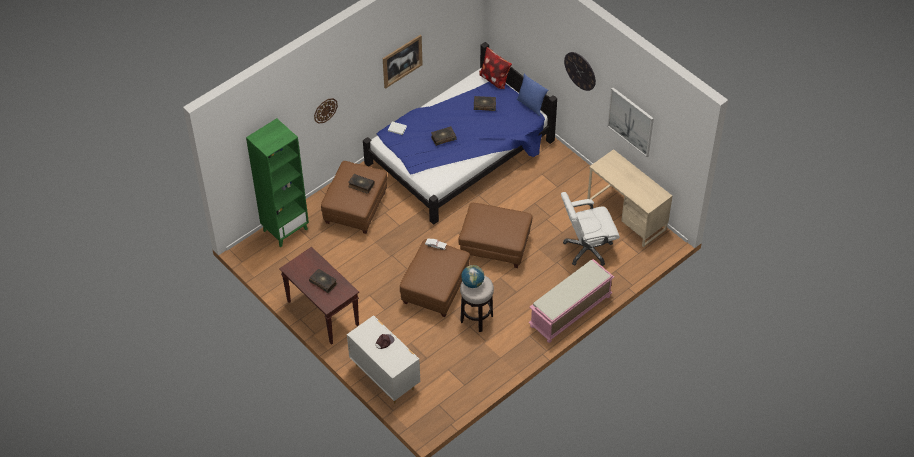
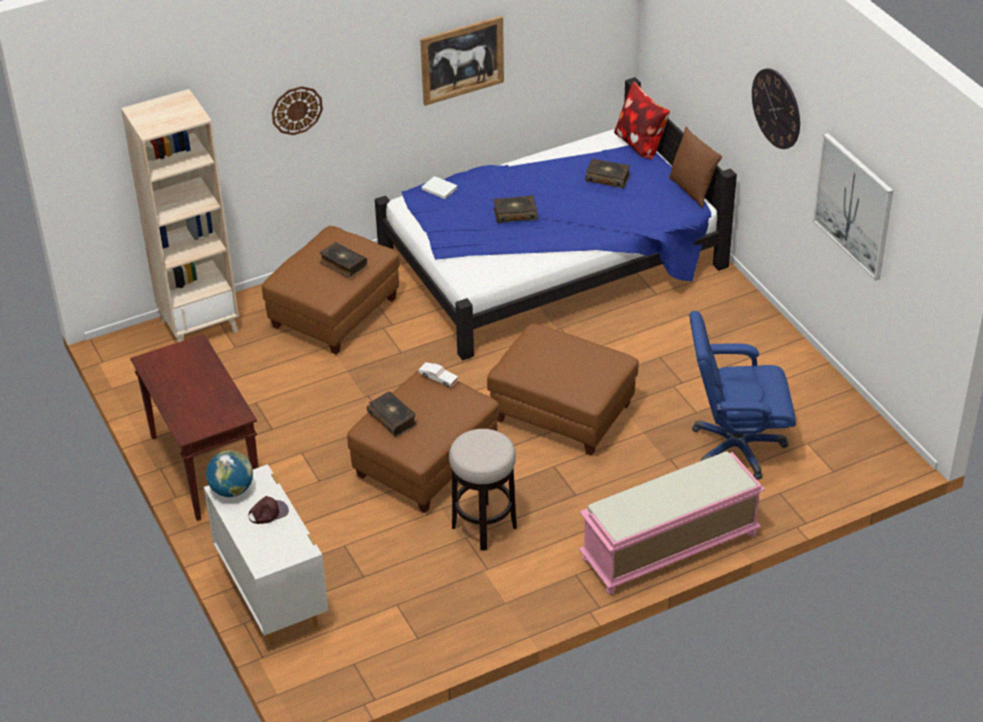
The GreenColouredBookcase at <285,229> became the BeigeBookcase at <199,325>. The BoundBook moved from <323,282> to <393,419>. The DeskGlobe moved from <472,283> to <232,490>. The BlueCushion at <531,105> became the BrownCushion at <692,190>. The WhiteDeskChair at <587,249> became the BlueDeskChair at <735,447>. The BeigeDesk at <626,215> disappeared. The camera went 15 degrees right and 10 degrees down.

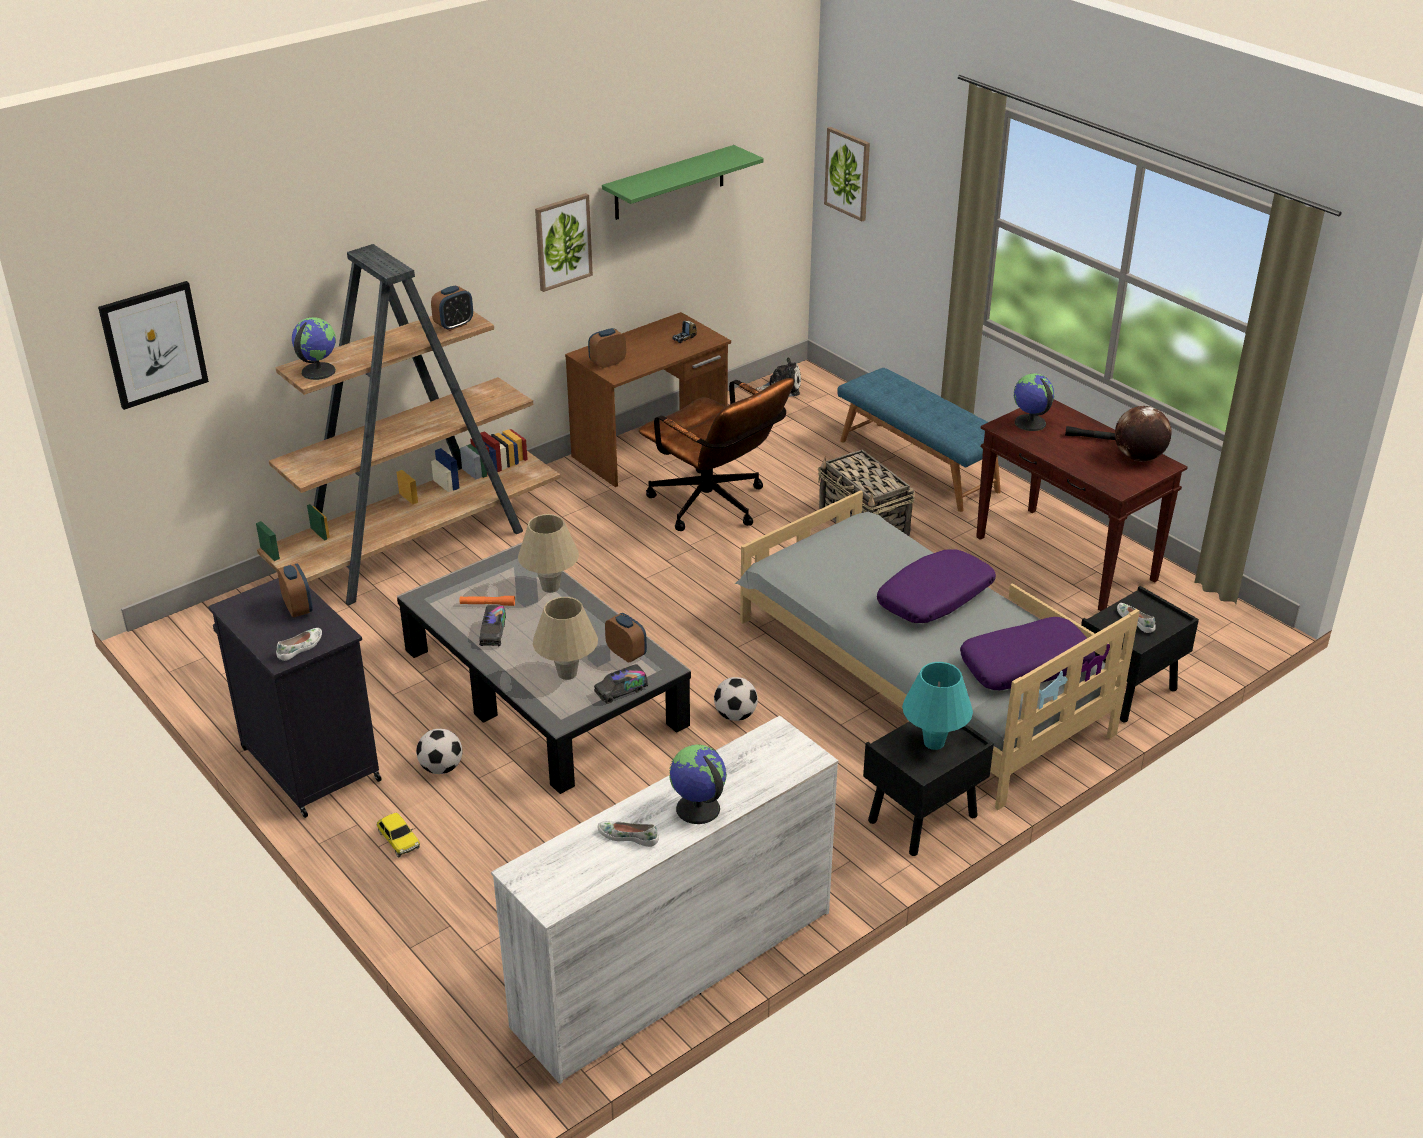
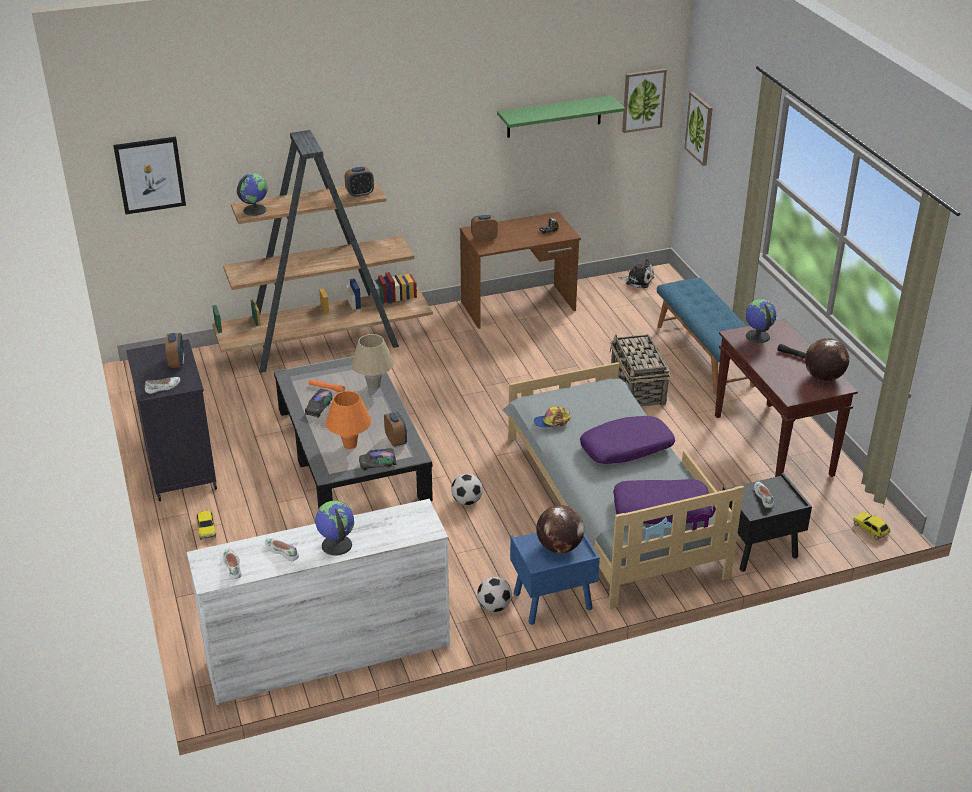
The Football moved from <441,768> to <494,606>. The BeigeTableLamp at <567,673> became the OrangeColouredTableLamp at <350,445>. The Picture moved from <563,241> to <643,100>. The BrownDeskChair at <715,507> disappeared. The BlackColouredBedsideTable at <922,819> became the BlueBedsideTable at <552,602>. The TurquoiseTableLamp at <934,743> was replaced by the DeskGlobe at <559,547>. The WhiteItemOfFootwear at <233,566> appeared. The PeakedCap at <552,422> appeared. The ToyCar at <870,529> appeared. The camera went 20 degrees right and 0 degrees up.

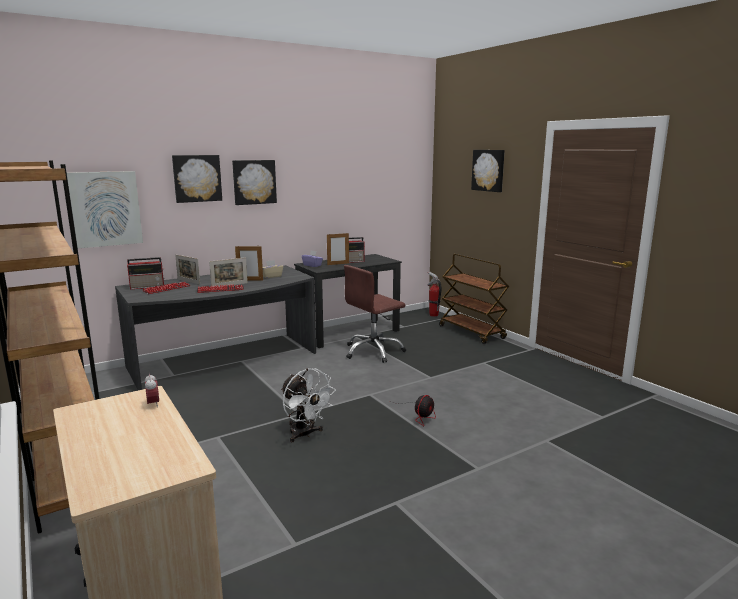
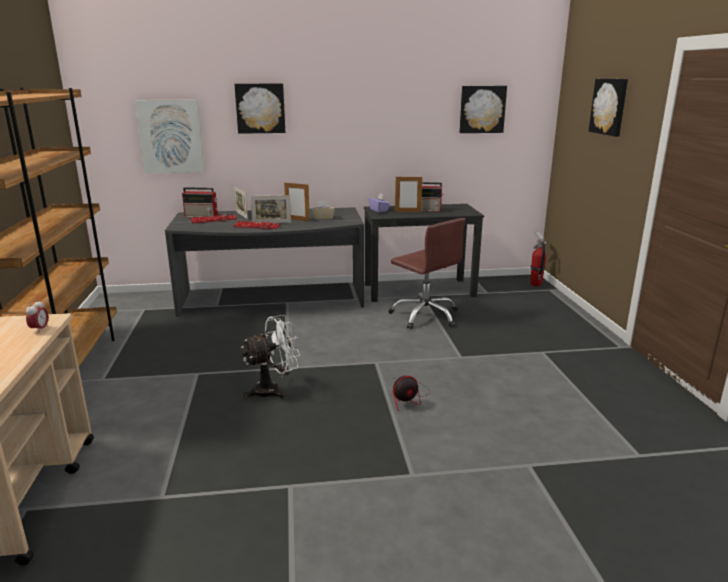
The Picture moved from <254,182> to <482,109>. The WhiteElectricFan at <305,434> turned 105 degrees counterclockwise. The BrownDeskChair at <373,351> turned 120 degrees counterclockwise. The BrownWheeledCart at <472,332> disappeared. The camera went 25 degrees right and 5 degrees up.

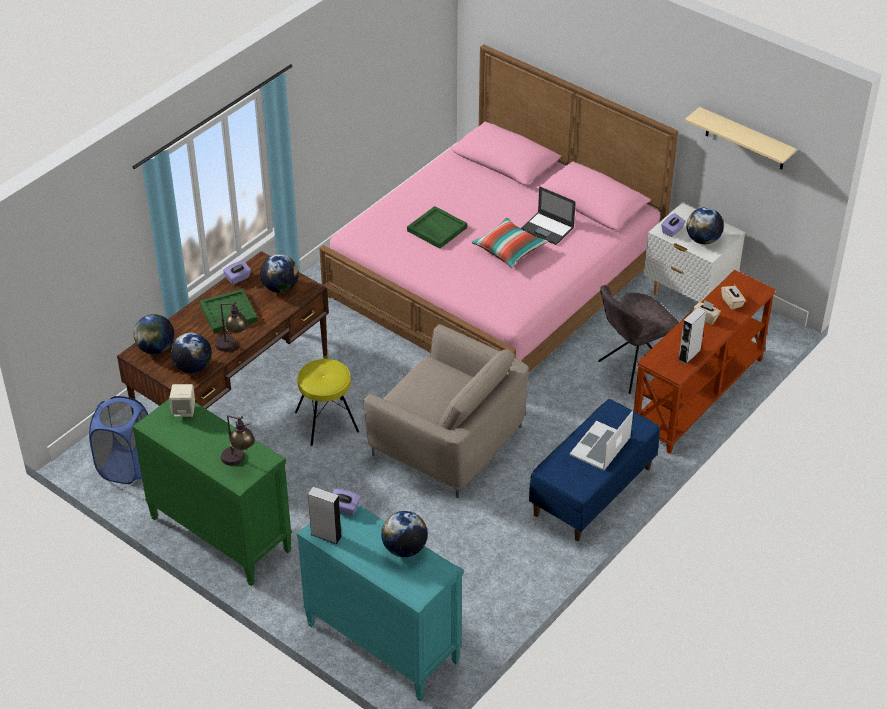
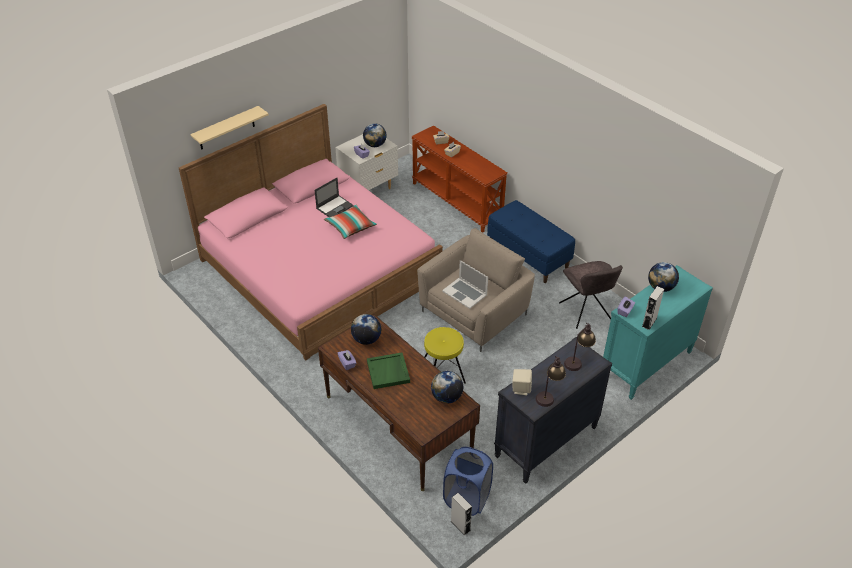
The GreenColouredDrawerChest at <219,534> became the BlackColouredDrawerChest at <546,442>. The DeskGlobe at <156,349> disappeared. The TableLamp moved from <232,347> to <549,395>. The GreenColouredServingTray at <436,229> disappeared. The NotebookComputer moved from <600,446> to <464,293>. The GreyChair moved from <633,369> to <585,312>. The GreySpeaker moved from <689,355> to <460,526>. The BeigeWallShelf moved from <745,139> to <226,128>. The camera went 80 degrees left and 0 degrees up.

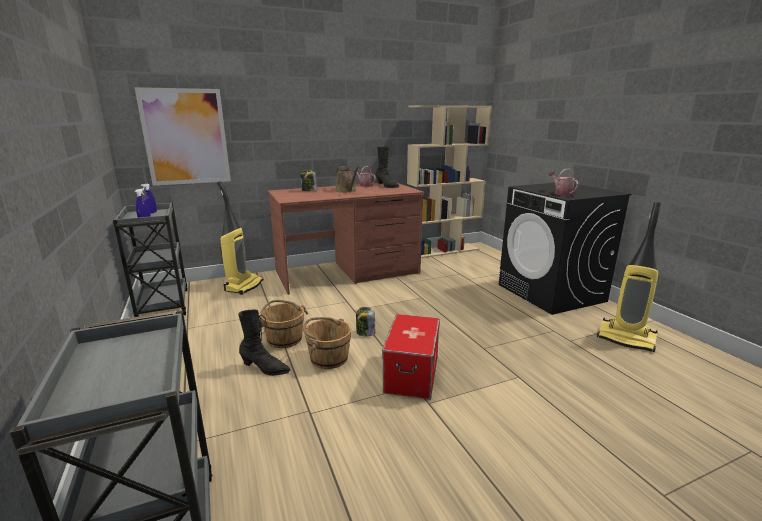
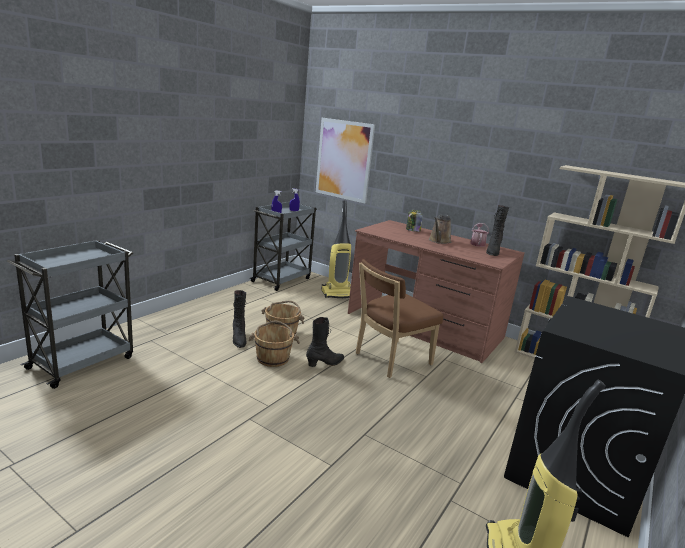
The PreserveJar at <365,333> was replaced by the BlackColouredTallBoot at <325,363>. The StorageBox at <411,374> disappeared. The WateringCan at <561,193> disappeared. The BrownChair at <390,359> appeared. The camera went 55 degrees right and 0 degrees up.

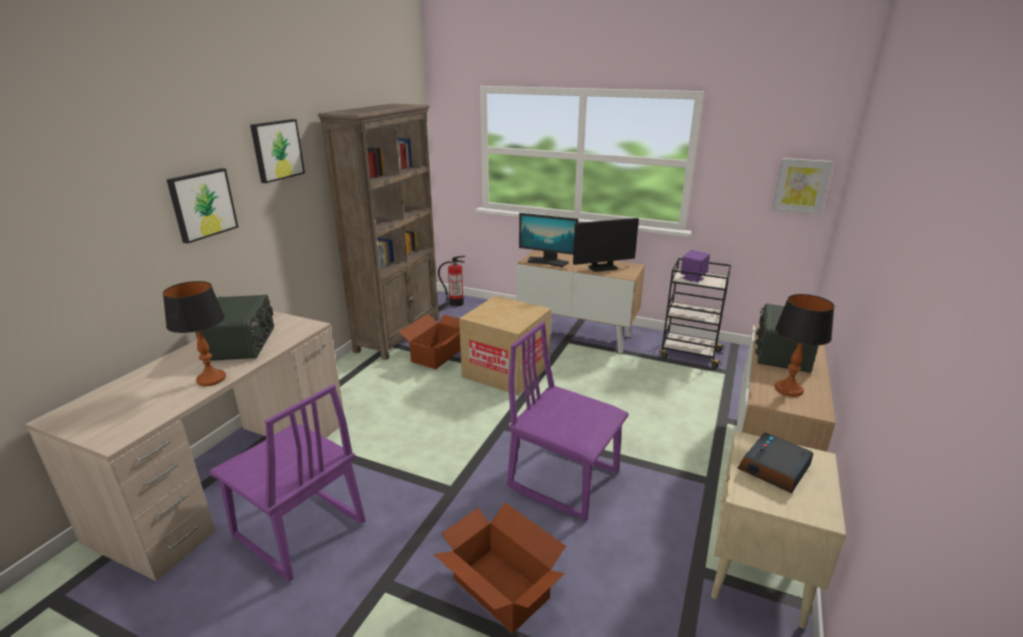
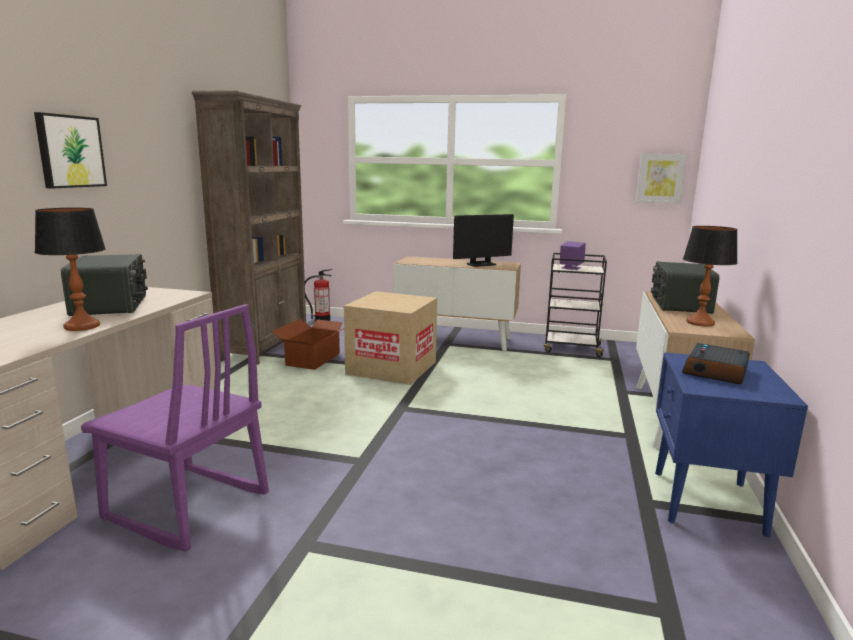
The Picture at <276,150> disappeared. The PackingBox at <500,590> disappeared. The PurplishChair at <564,479> disappeared. The ComputerScreen at <547,262> disappeared. The BeigeBedsideTable at <757,577> became the BlueBedsideTable at <706,502>. The camera went 10 degrees left and 10 degrees down.

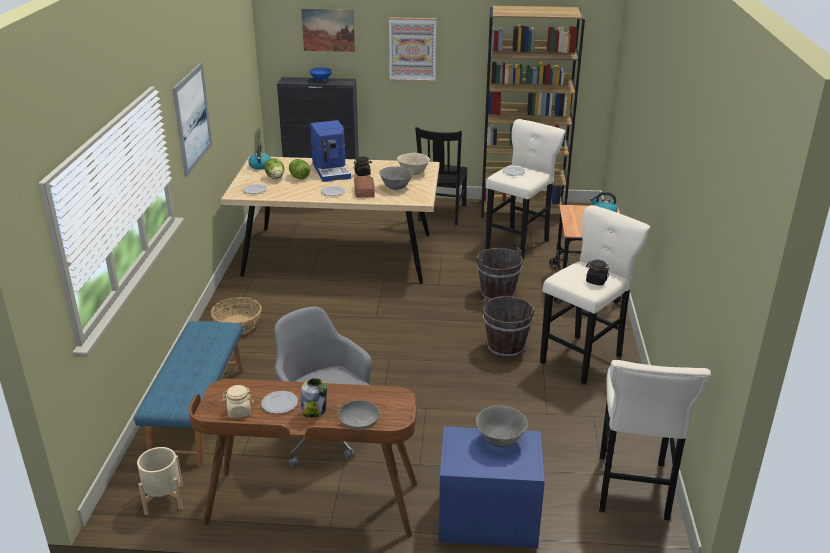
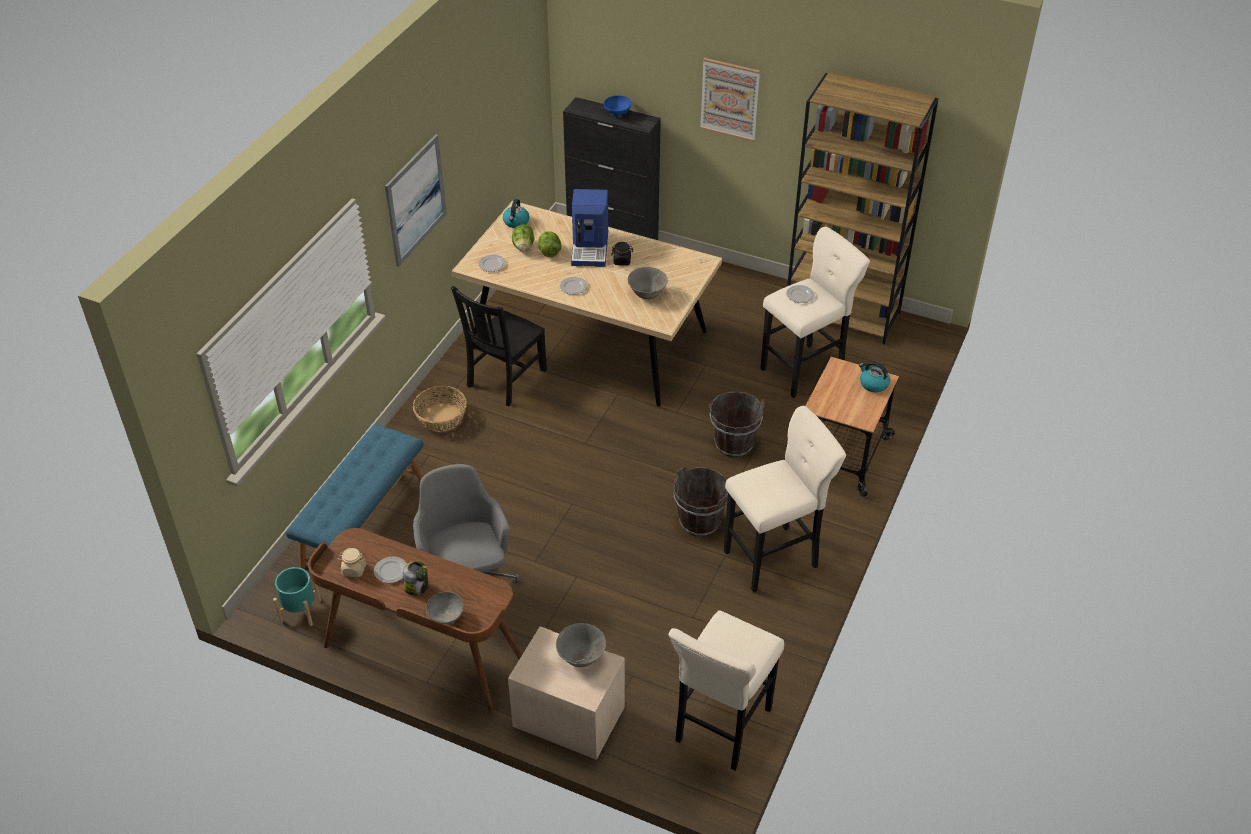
The BeigePlantPot at <164,499> became the TurquoisePlantPot at <300,610>. The Picture at <328,30> disappeared. The BakedBread at <363,191> disappeared. The BeigeServingBowl at <413,173> disappeared. The BlackColouredChair moved from <441,213> to <504,379>. The BlueBedsideTable at <487,518> became the BeigeBedsideTable at <568,716>. The BlackColouredPreserveJar at <596,281> disappeared. The camera went 20 degrees right and 15 degrees up.

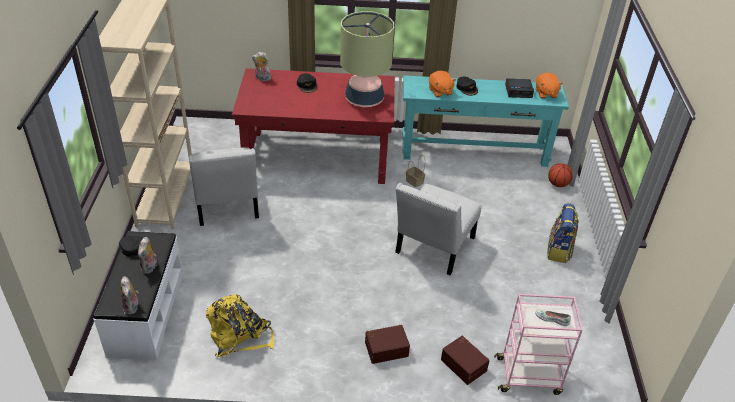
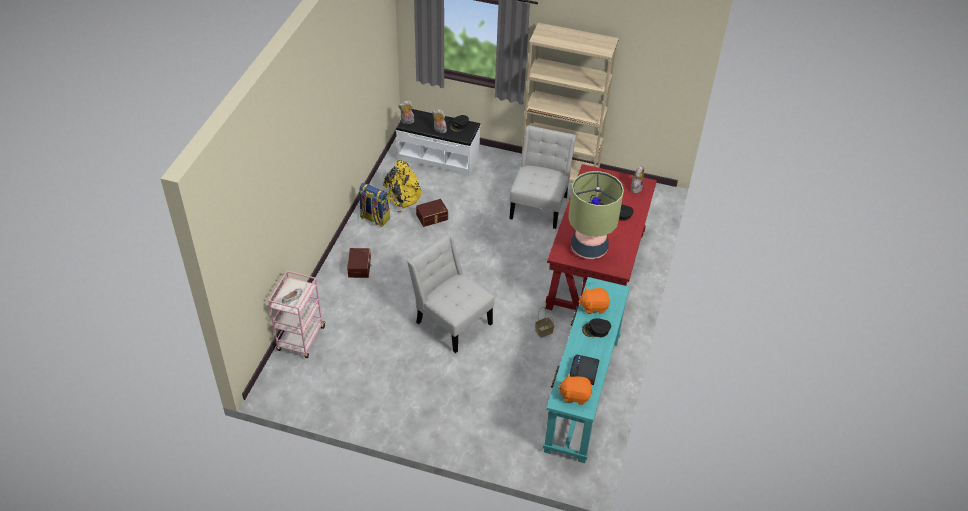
The WhiteChair at <226,206> turned 105 degrees clockwise. The BrownStorageBox moved from <464,364> to <432,217>. The Rucksack moved from <559,251> to <374,218>. The BallForBasketball at <558,184> disappeared. The camera went 105 degrees right and 5 degrees up.

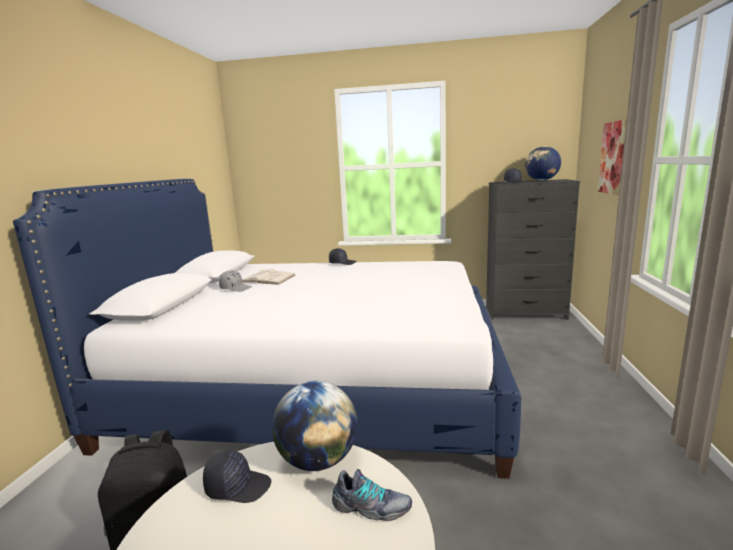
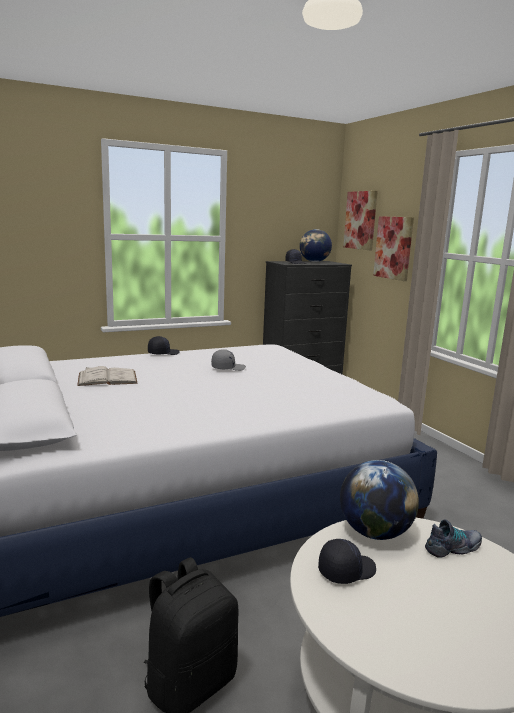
The GreyPeakedCap moved from <236,288> to <228,368>. The Picture at <360,220> appeared. The camera went 35 degrees left and 0 degrees up.

